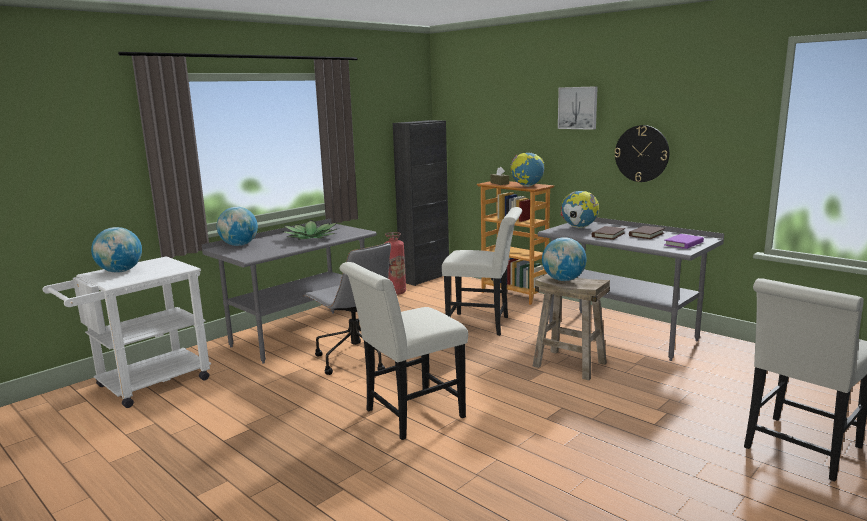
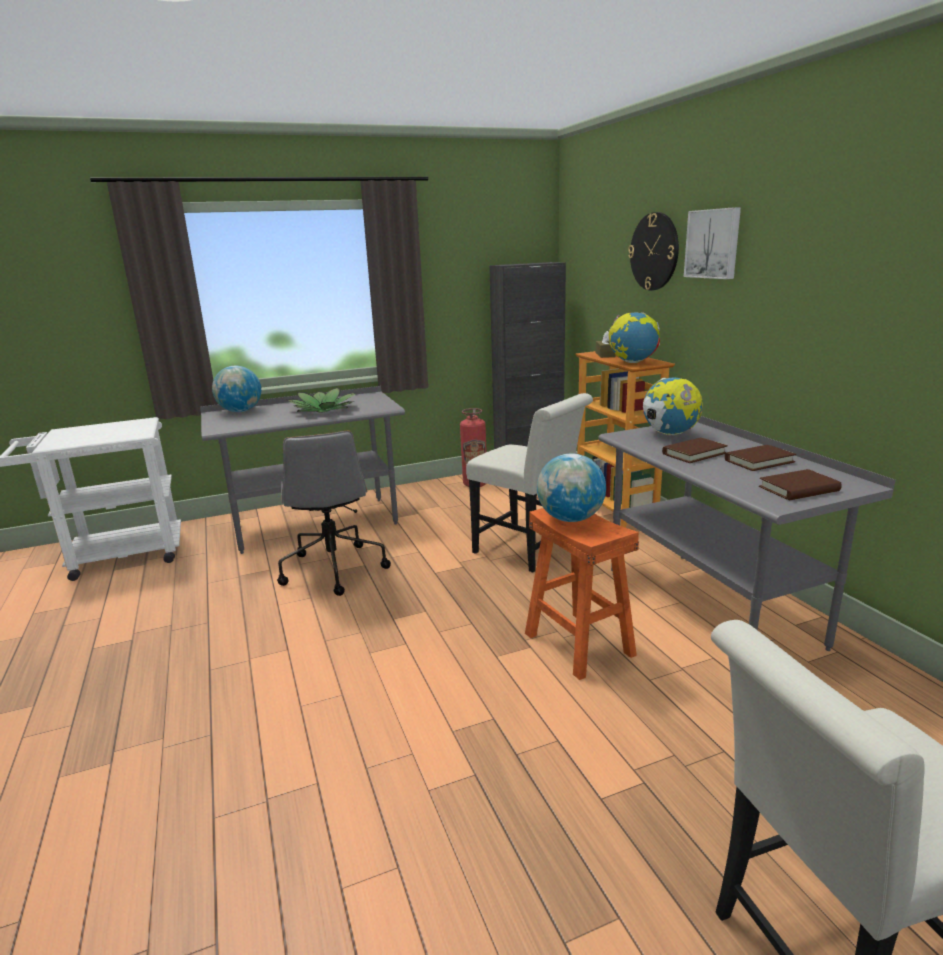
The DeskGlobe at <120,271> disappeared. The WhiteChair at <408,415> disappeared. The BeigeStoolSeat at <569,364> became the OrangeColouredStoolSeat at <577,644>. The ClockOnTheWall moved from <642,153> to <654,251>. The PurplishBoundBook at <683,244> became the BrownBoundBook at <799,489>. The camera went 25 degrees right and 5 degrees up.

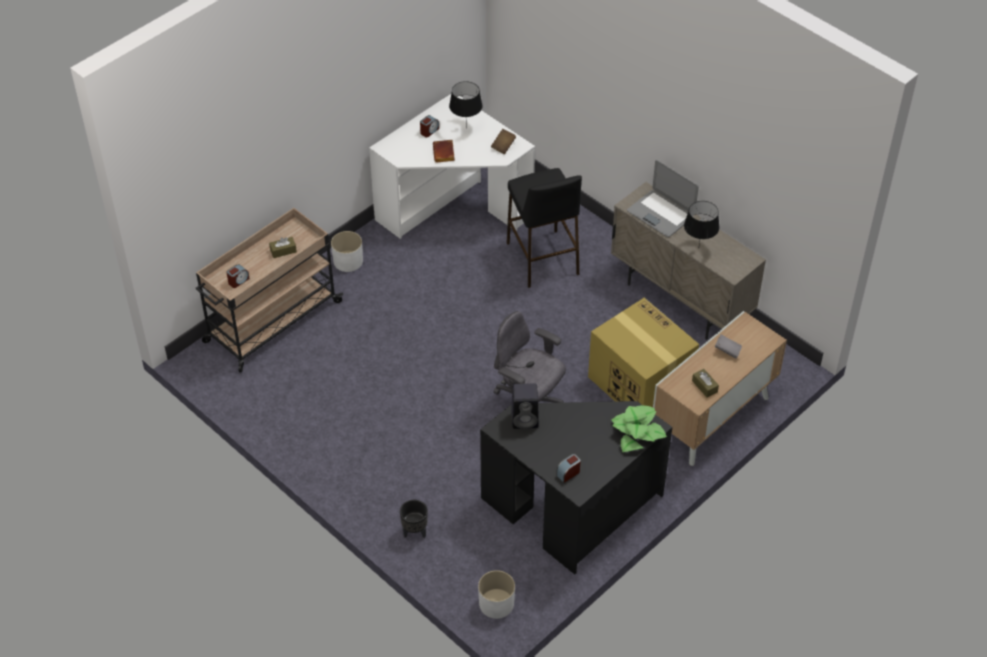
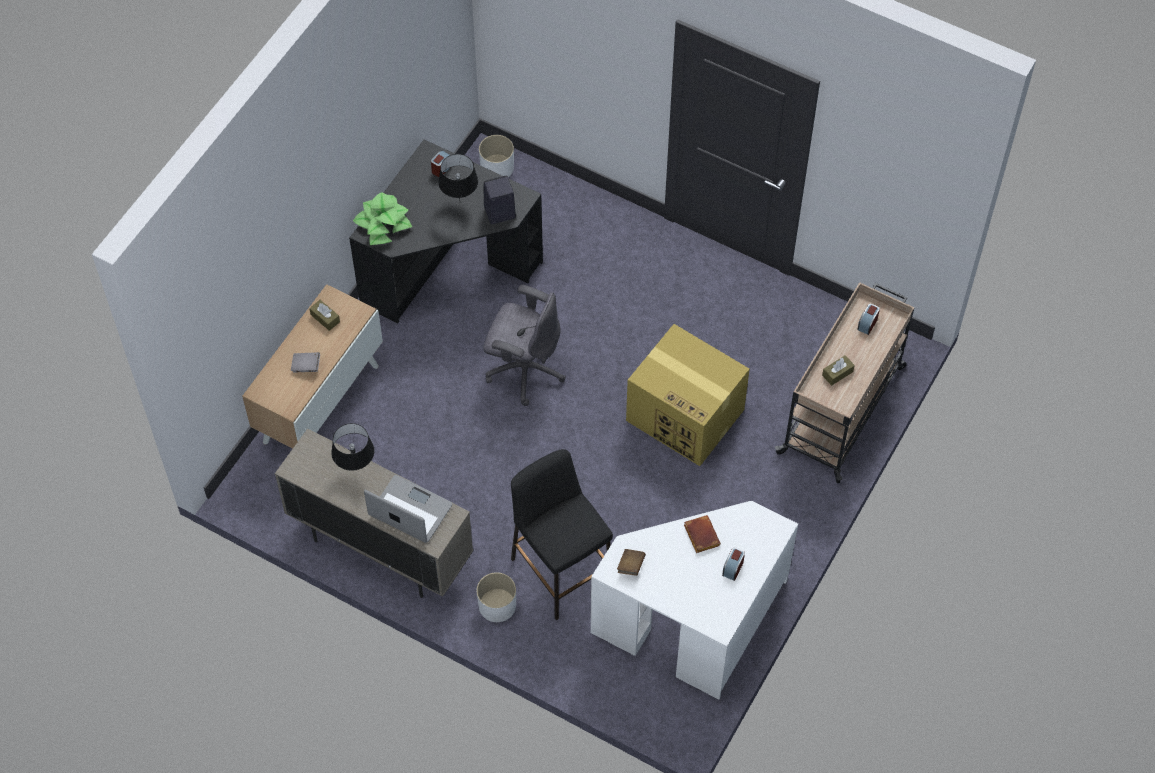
The WhitePlantPot moved from <348,261> to <497,605>. The BlackColouredPlantPot at <414,532> disappeared. The BlackColouredTableLamp moved from <466,128> to <459,203>. The PackingBox moved from <639,382> to <686,415>. The camera went 165 degrees right and 10 degrees up.

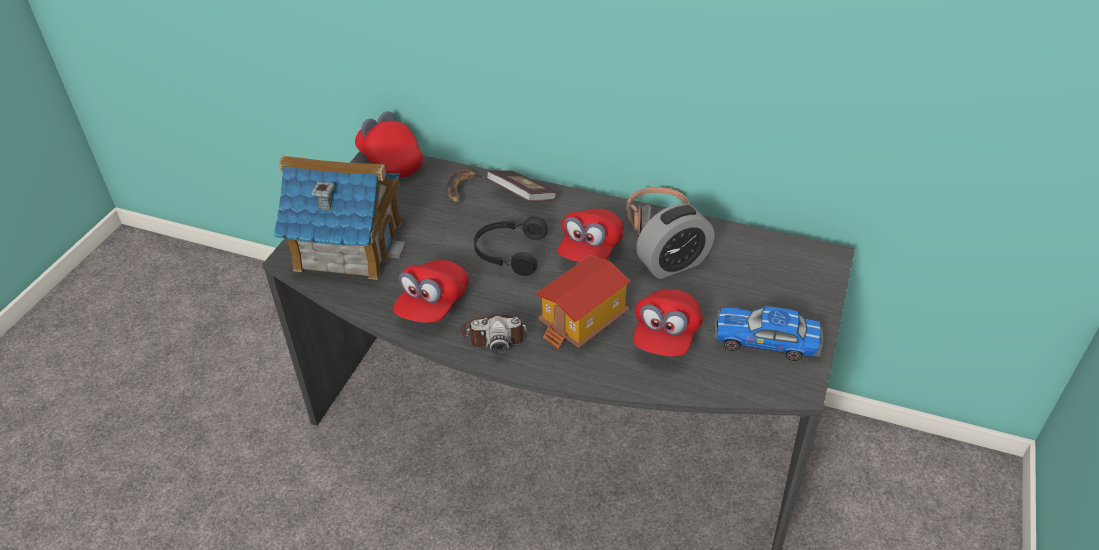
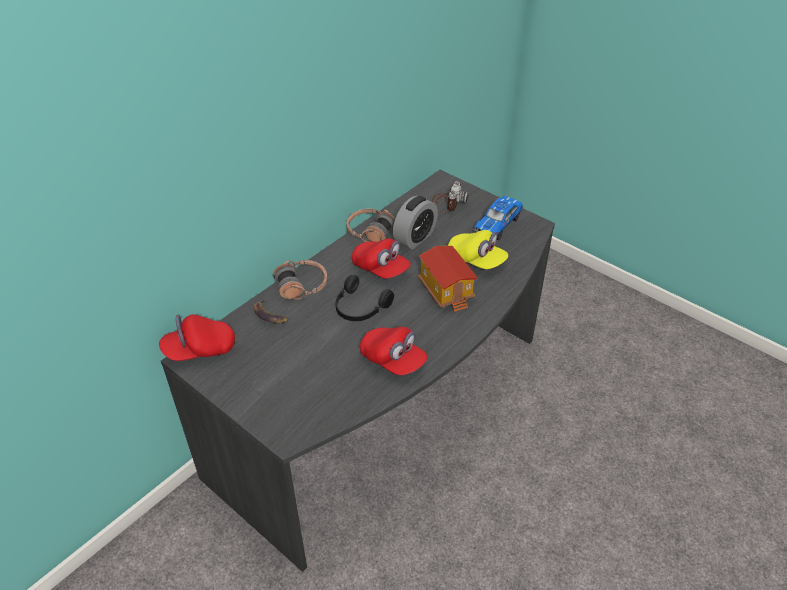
The ToyHouse at <348,245> disappeared. The StillCamera moved from <495,334> to <446,203>. The BoundBook at <521,196> was replaced by the Headset at <302,286>. The RedColouredPeakedCap at <665,336> became the YellowPeakedCap at <476,260>. The BedsideClock at <673,264> turned 45 degrees clockwise. The camera went 70 degrees left and 0 degrees up.

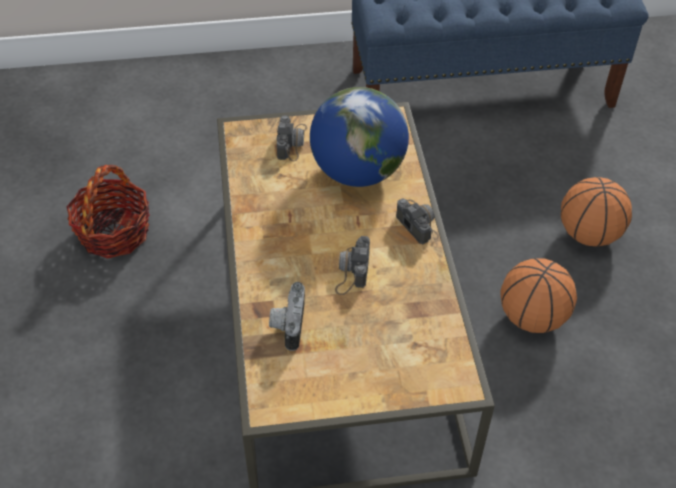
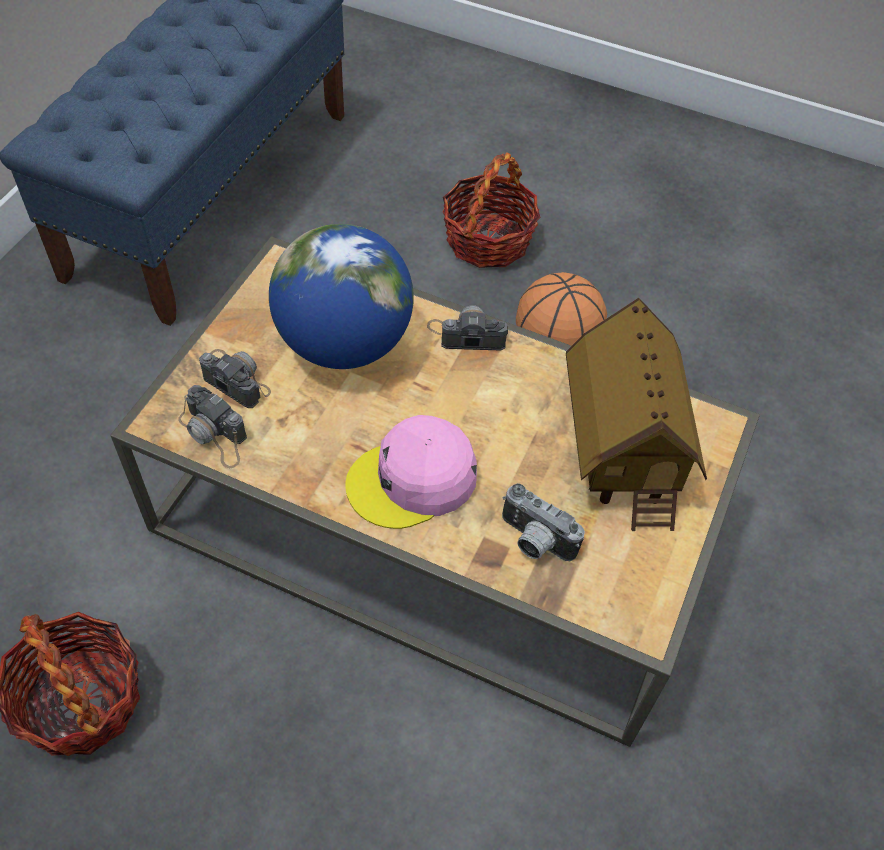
The StillCamera moved from <352,271> to <214,434>. The BallForBasketball at <588,234> was replaced by the StorageBasket at <488,240>. The PinkColouredPeakedCap at <413,480> appeared. The ToyHouse at <622,452> appeared. The camera went 60 degrees left and 5 degrees up.

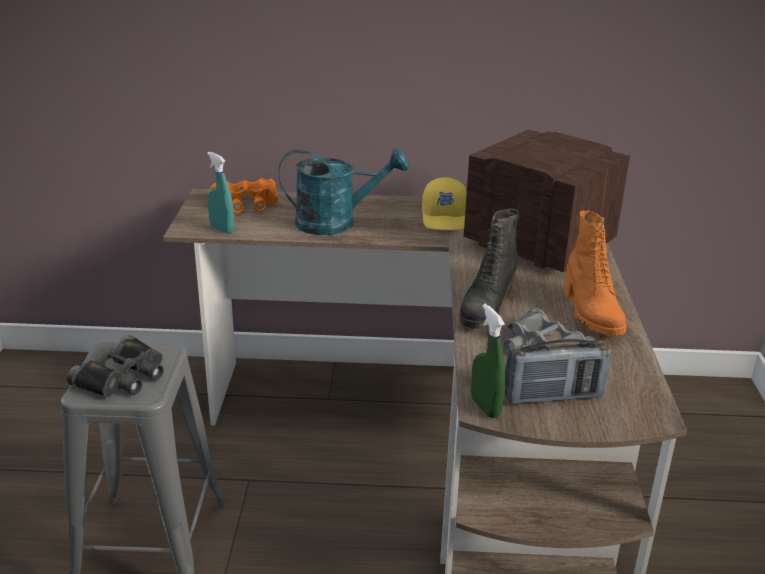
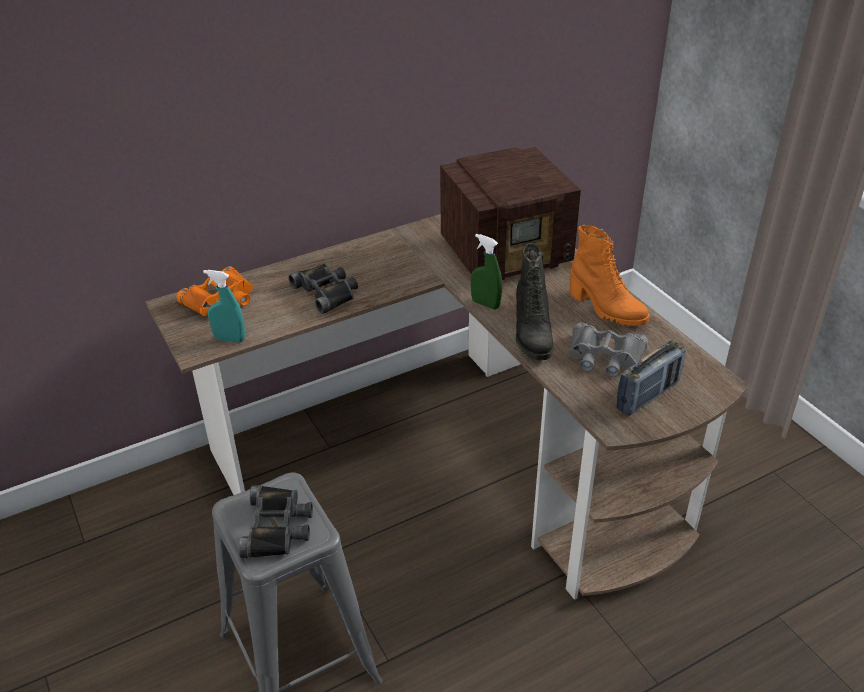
The TurquoiseWateringCan at <337,223> was replaced by the BlackColouredPairOfBinoculars at <327,292>. The YellowPeakedCap at <445,218> disappeared. The Radio at <537,243> turned 150 degrees clockwise. The GreenColouredSprayer moved from <485,407> to <485,304>. The camera went 30 degrees left and 10 degrees up.

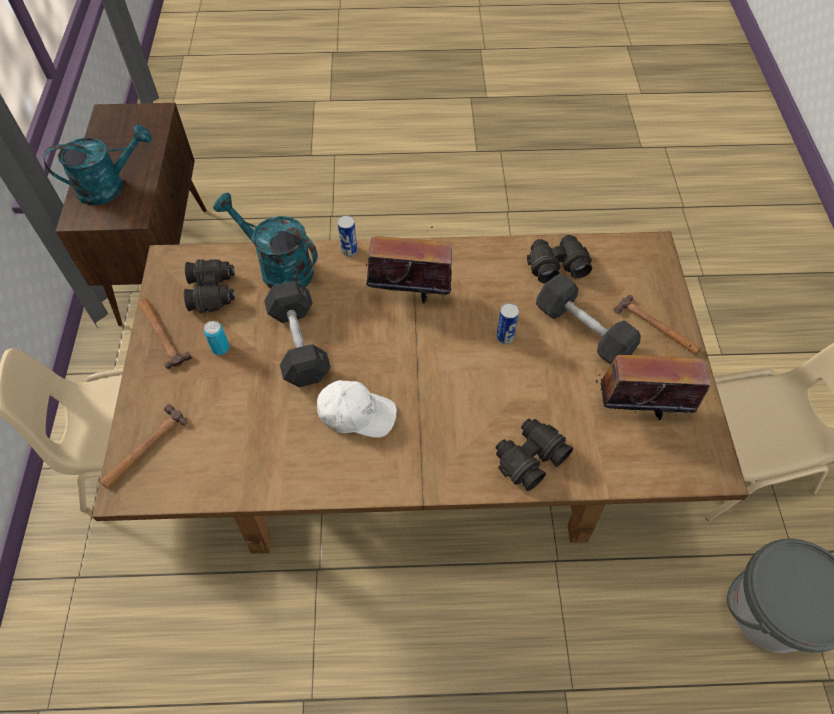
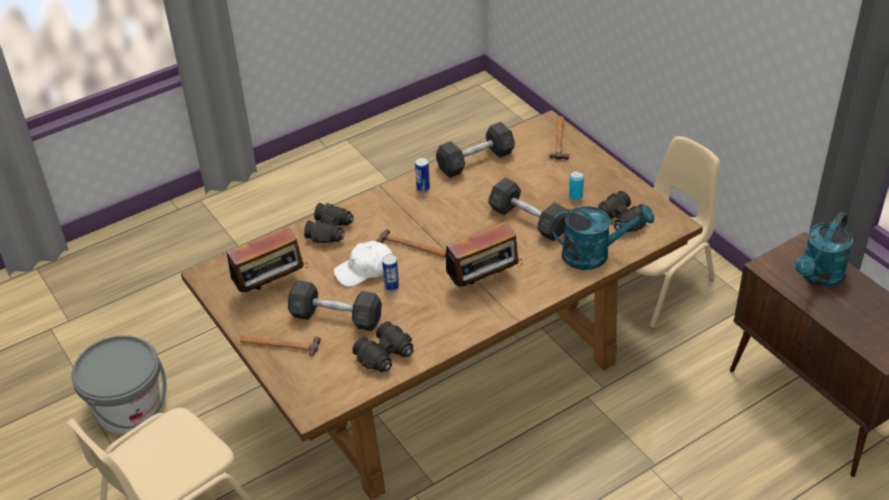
The Hammer moved from <162,333> to <413,247>. The WhitePeakedCap moved from <356,413> to <364,270>. The MetalCan moved from <349,250> to <423,189>. The GreyFreeWeight at <475,161> appeared. The camera went 150 degrees right and 15 degrees down.

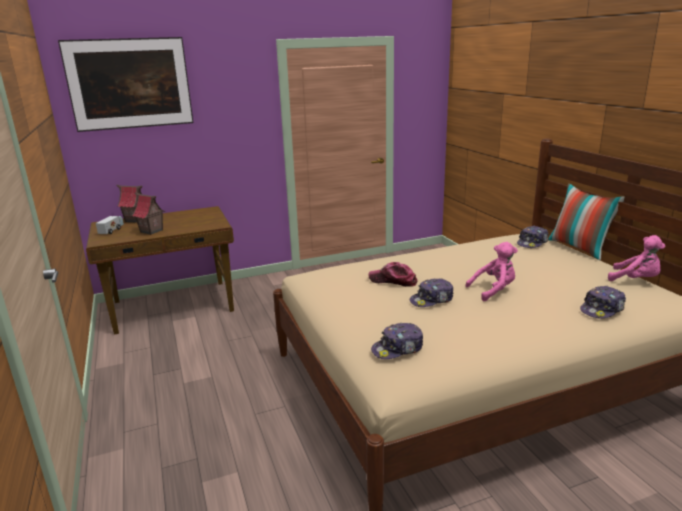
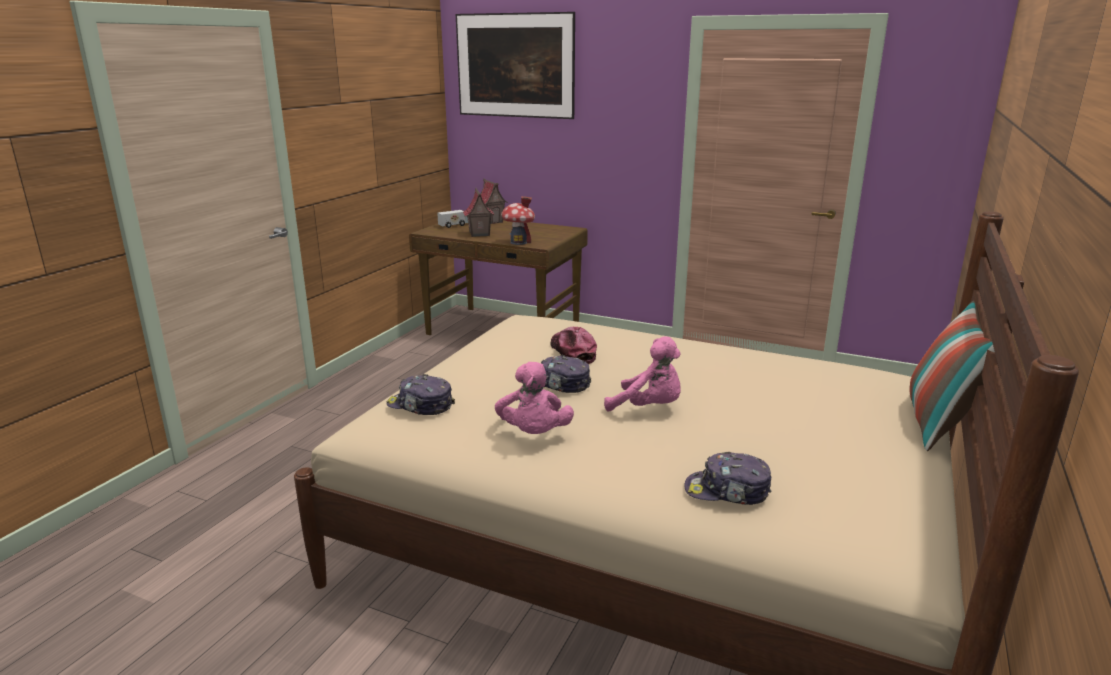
The PeakedCap at <532,243> disappeared. The PinkColouredSoftToy moved from <636,280> to <533,434>. The ToyHouse at <518,242> appeared. The camera went 45 degrees right and 0 degrees up.

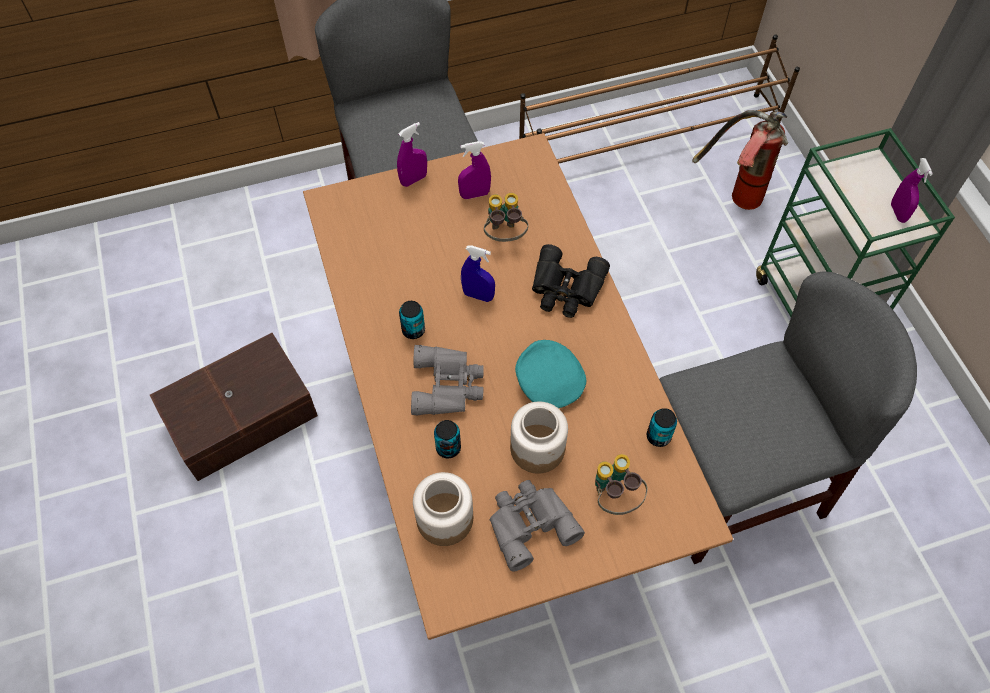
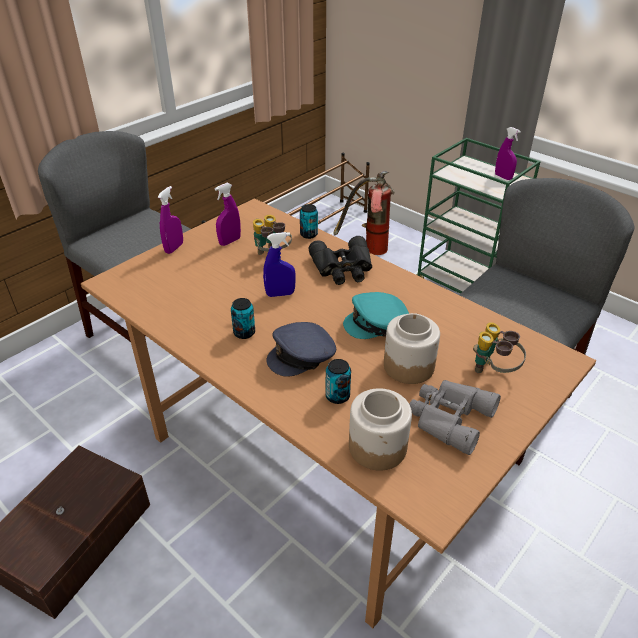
The GreyPairOfBinoculars at <448,385> was replaced by the GreyPeakedCap at <302,355>. The TurquoisePeakedCap at <547,381> turned 45 degrees counterclockwise. The MetalCan moved from <658,436> to <309,234>. The camera went 30 degrees left and 20 degrees down.

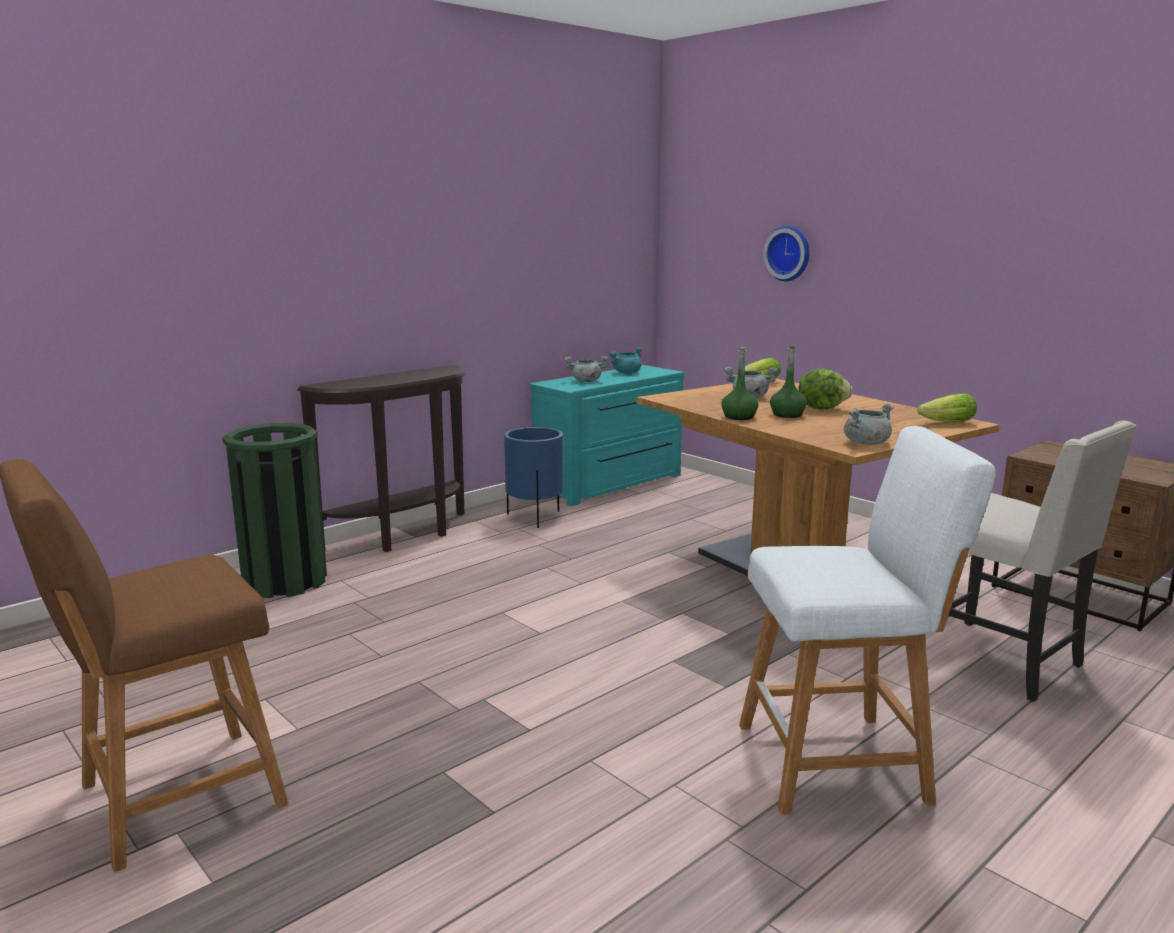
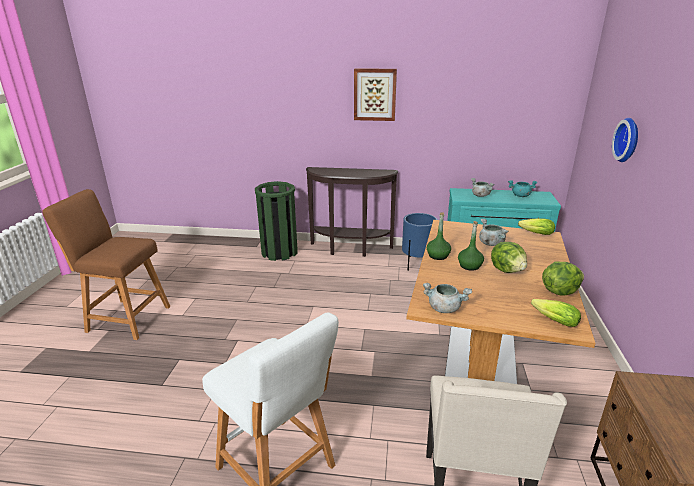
The Picture at <375,94> appeared. The LettuceHead at <559,291> appeared. The camera went 50 degrees right and 10 degrees up.

